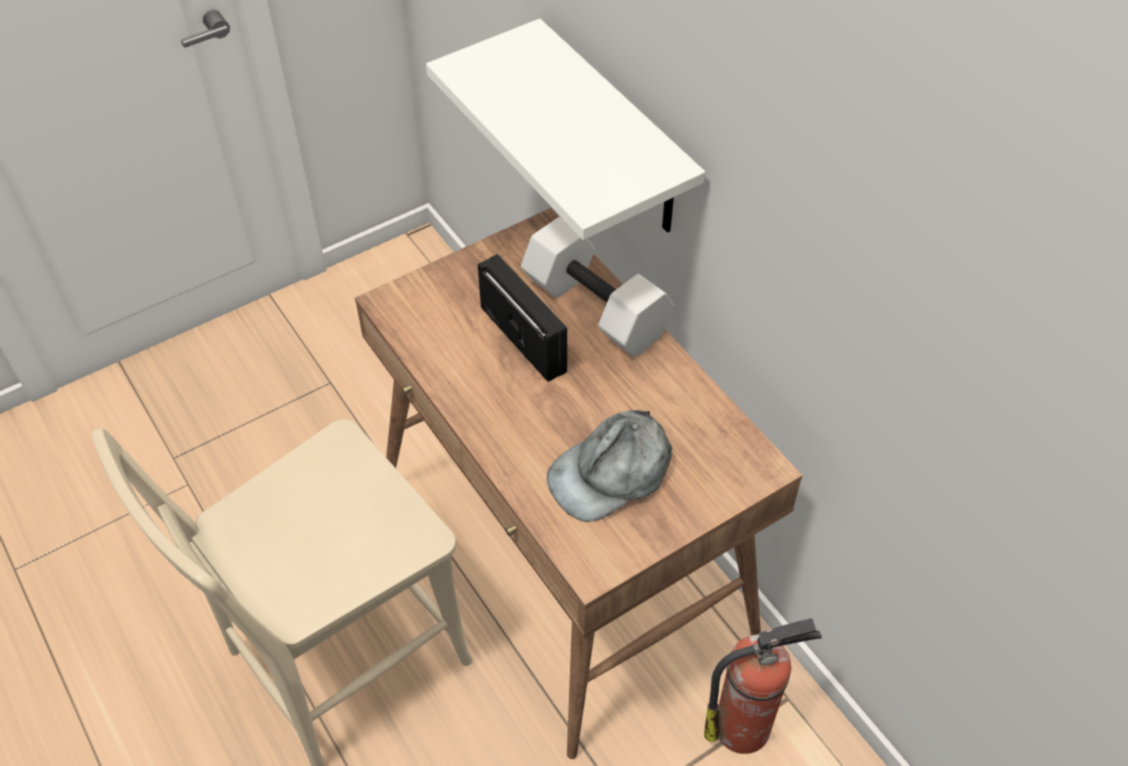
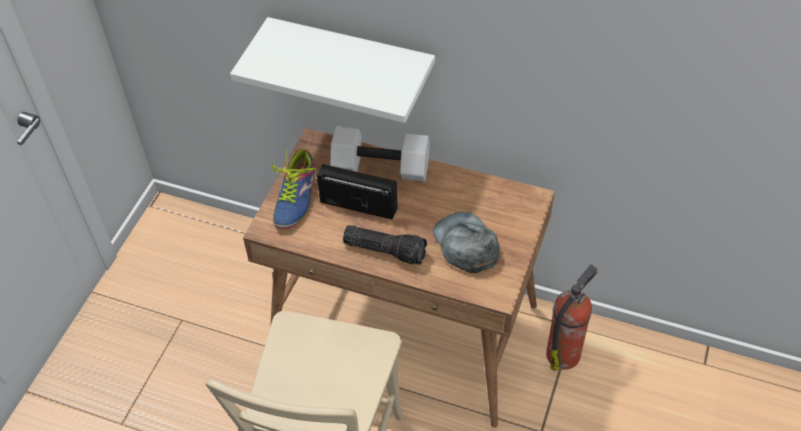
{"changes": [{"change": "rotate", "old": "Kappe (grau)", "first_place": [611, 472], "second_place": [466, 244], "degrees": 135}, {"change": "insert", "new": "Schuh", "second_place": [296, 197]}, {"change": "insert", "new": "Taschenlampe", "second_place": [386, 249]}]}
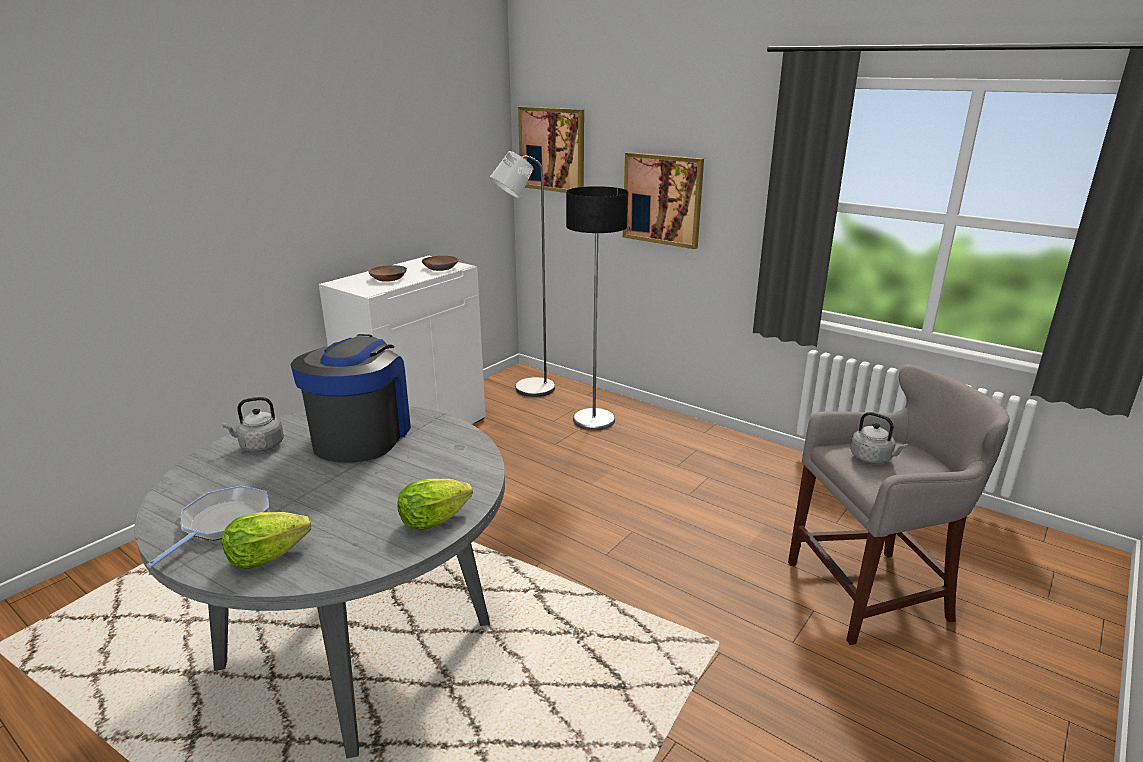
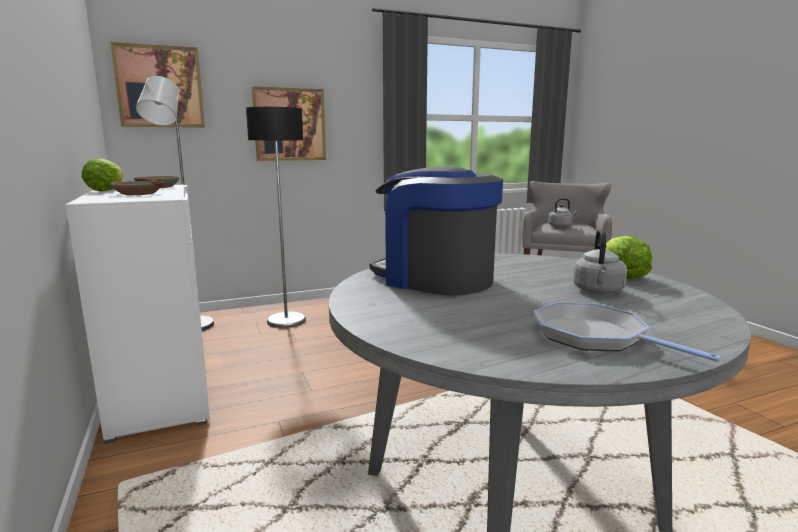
{"changes": [{"change": "move", "old": "Wasserkessel (grau)", "first_place": [259, 446], "second_place": [598, 291]}, {"change": "move", "old": "Salatkopf", "first_place": [266, 557], "second_place": [106, 190]}]}
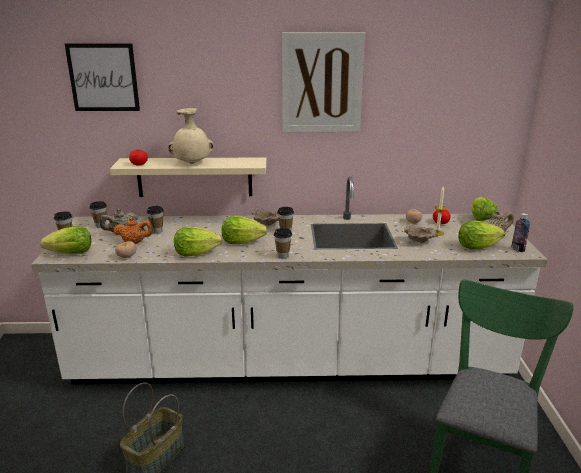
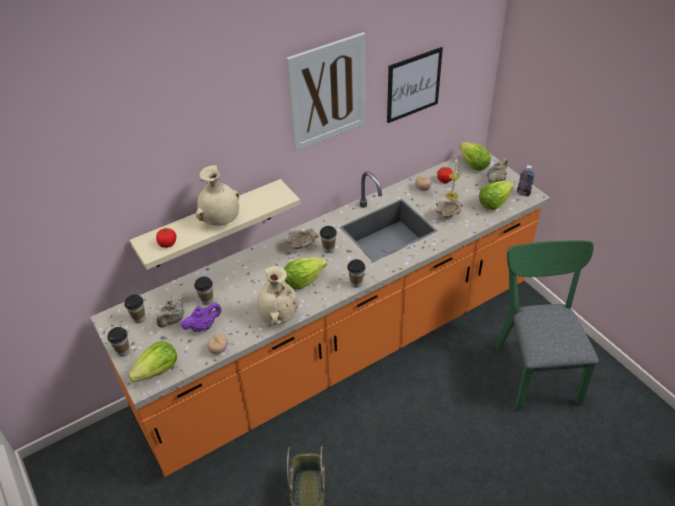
{"changes": [{"change": "move", "old": "Bild", "first_place": [103, 77], "second_place": [413, 85]}, {"change": "recolor", "old": "Küchenzeile (weiß)", "new": "Küchenzeile (orange)", "first_place": [290, 362], "second_place": [340, 349]}, {"change": "recolor", "old": "Teekanne (orange)", "new": "Teekanne (lila)", "first_place": [135, 242], "second_place": [203, 326]}, {"change": "replace", "old": "Salatkopf", "new": "Vase (beige)", "first_place": [195, 253], "second_place": [278, 315]}]}
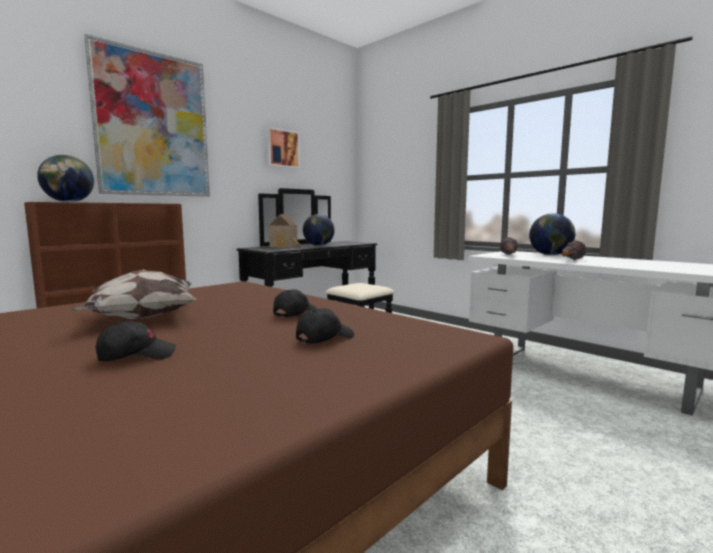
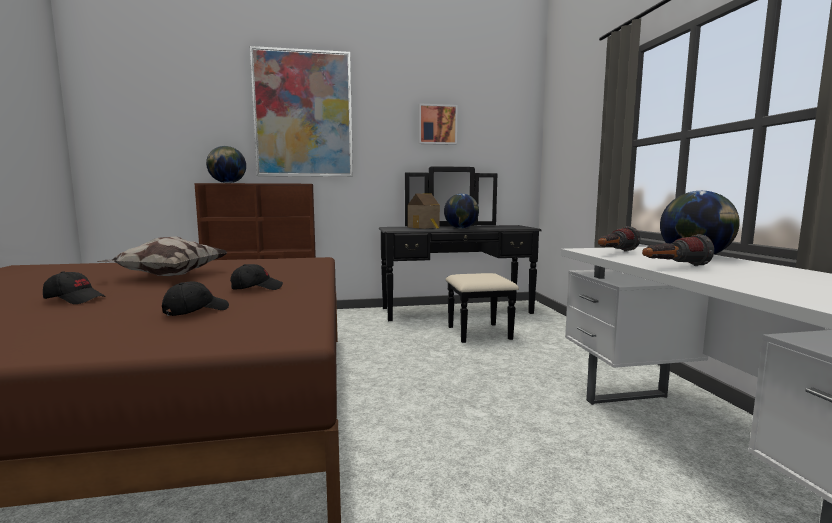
{"changes": [{"change": "rotate", "old": "Kappe (schwarz)", "first_place": [324, 338], "second_place": [196, 311], "degrees": -45}]}
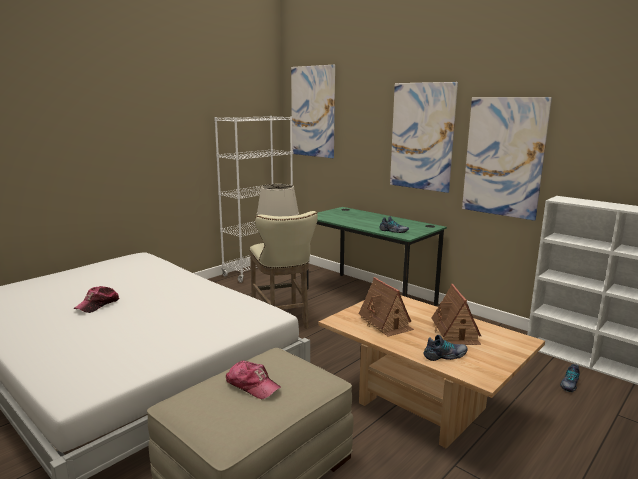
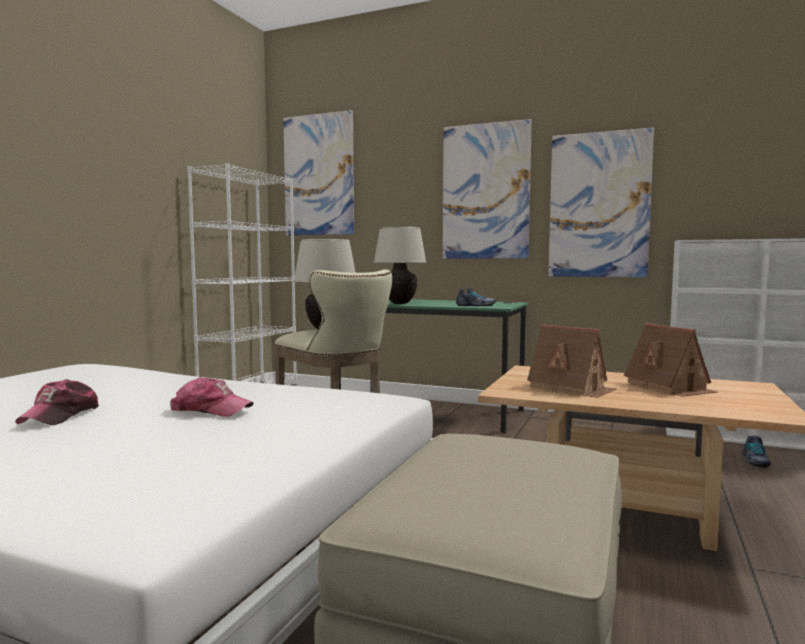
{"changes": [{"change": "delete", "old": "Schuh", "first_place": [445, 356]}, {"change": "move", "old": "Kappe", "first_place": [252, 385], "second_place": [211, 410]}, {"change": "insert", "new": "Tischlampe (beige)", "second_place": [400, 303]}]}
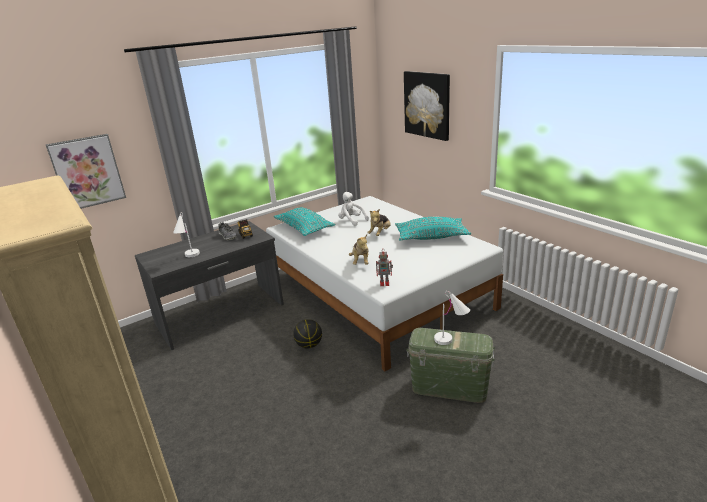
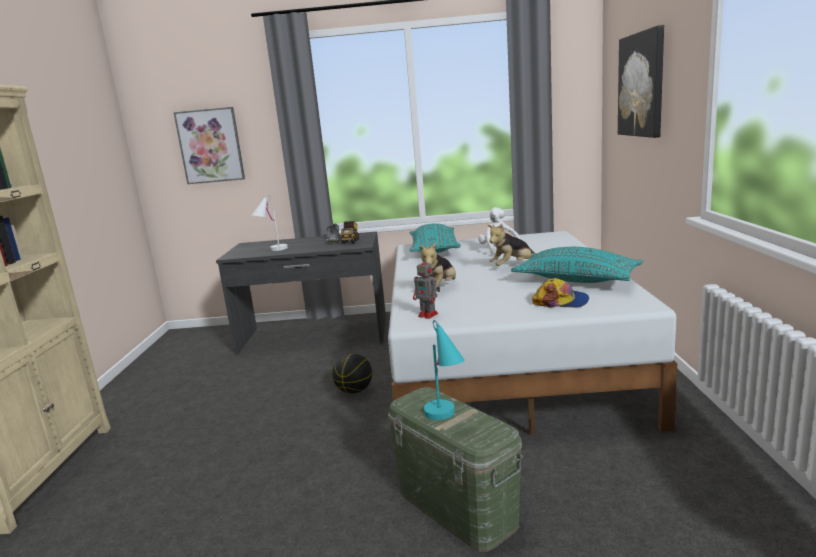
{"changes": [{"change": "recolor", "old": "Tischlampe (weiß)", "new": "Tischlampe (türkis)", "first_place": [451, 341], "second_place": [446, 418]}, {"change": "insert", "new": "Kappe", "second_place": [561, 301]}]}
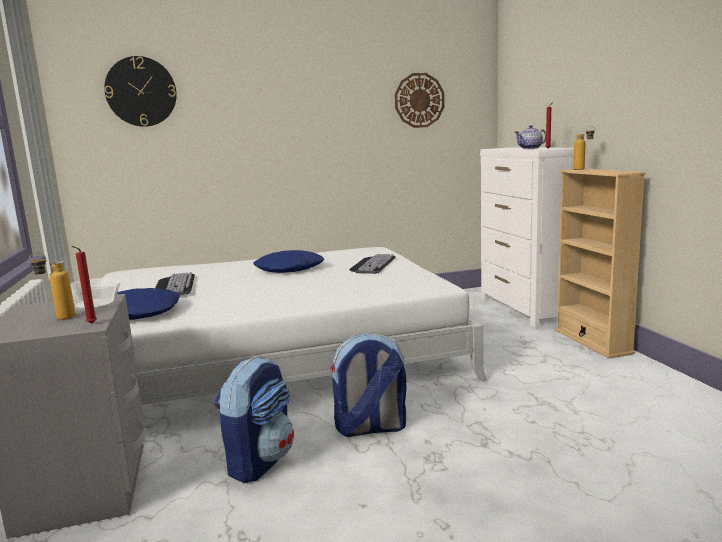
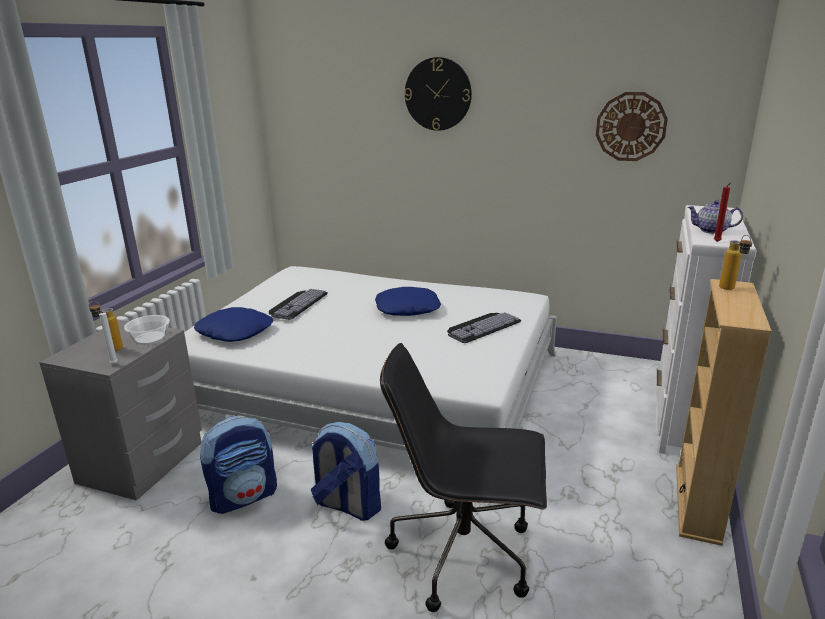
{"changes": [{"change": "move", "old": "Wanduhr", "first_place": [141, 91], "second_place": [438, 94]}, {"change": "recolor", "old": "Kerze (rot)", "new": "Kerze (weiß)", "first_place": [90, 324], "second_place": [113, 364]}, {"change": "insert", "new": "Bürostuhl (schwarz)", "second_place": [465, 554]}]}
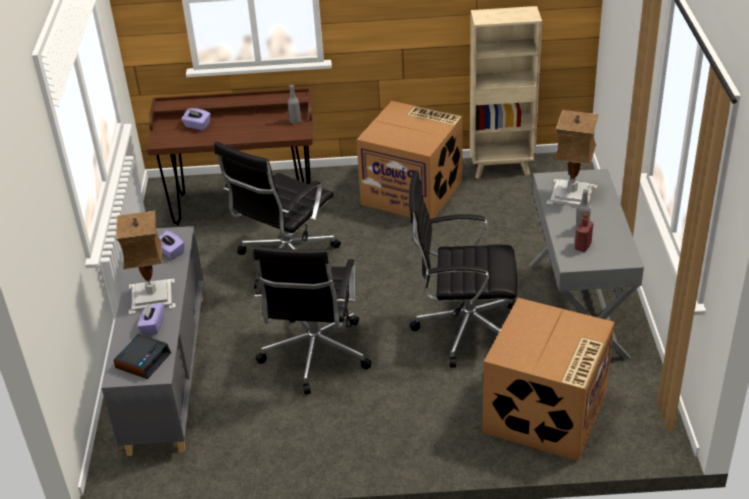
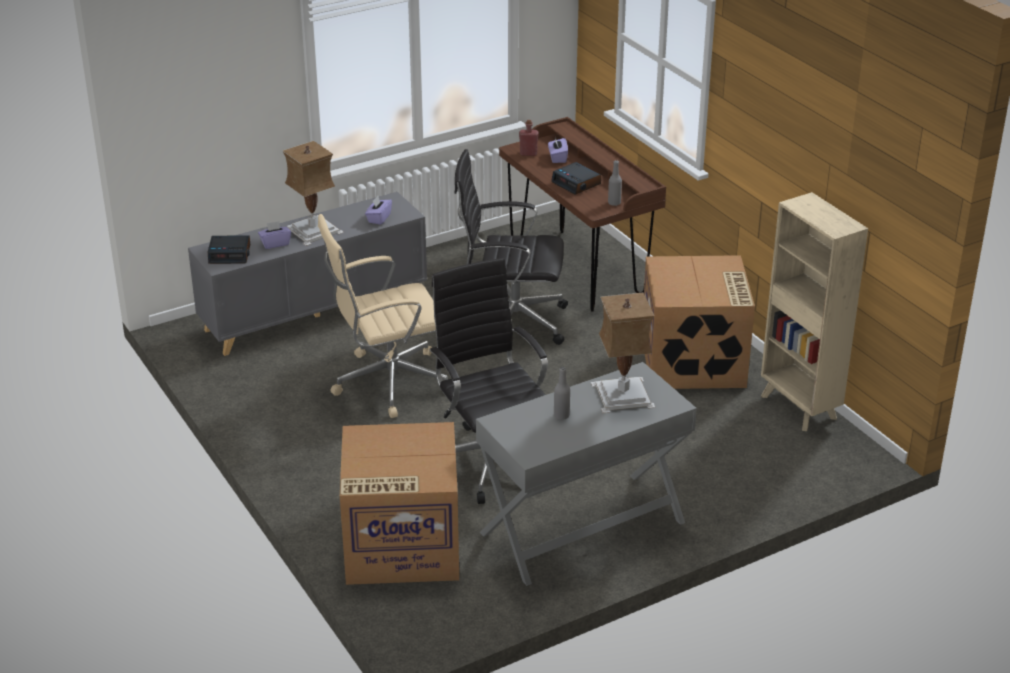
{"changes": [{"change": "move", "old": "Flasche (rot)", "first_place": [582, 246], "second_place": [528, 153]}, {"change": "recolor", "old": "Bürostuhl (schwarz)", "new": "Bürostuhl (beige)", "first_place": [315, 356], "second_place": [388, 382]}, {"change": "insert", "new": "Wecker", "second_place": [576, 183]}]}
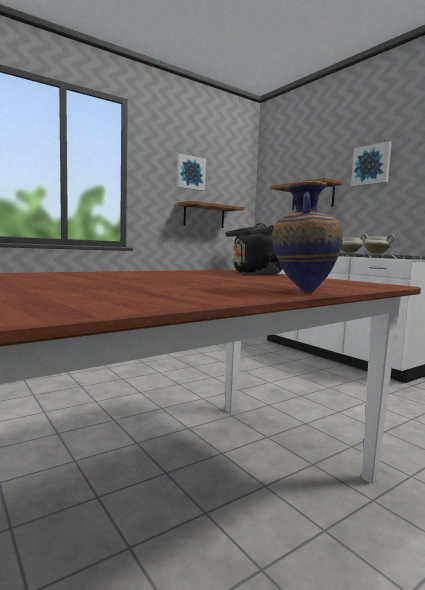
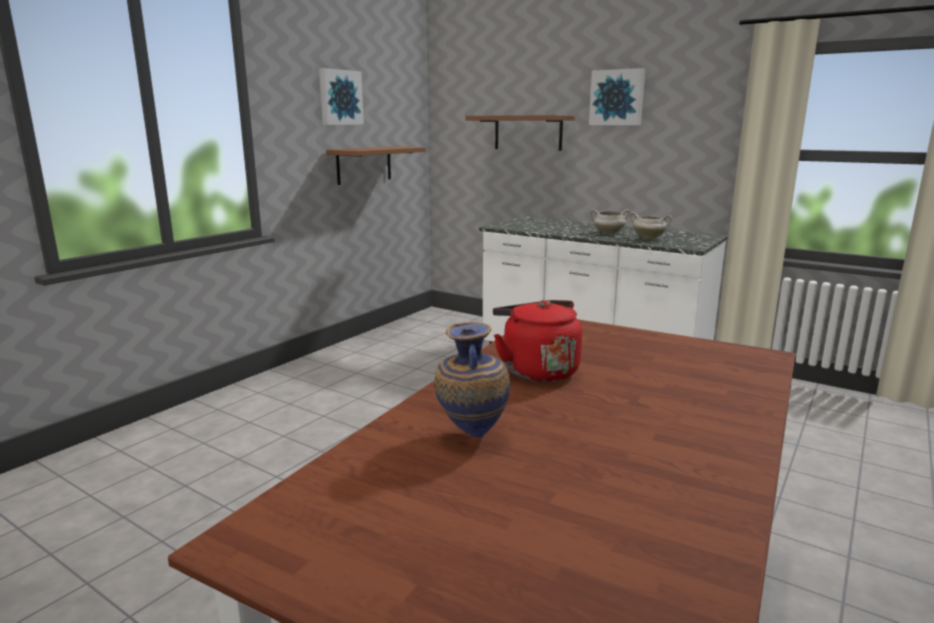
{"changes": [{"change": "move", "old": "Vase", "first_place": [302, 292], "second_place": [471, 436]}, {"change": "delete", "old": "Wasserkessel (schwarz)", "first_place": [255, 273]}, {"change": "insert", "new": "Wasserkessel (rot)", "second_place": [537, 370]}]}
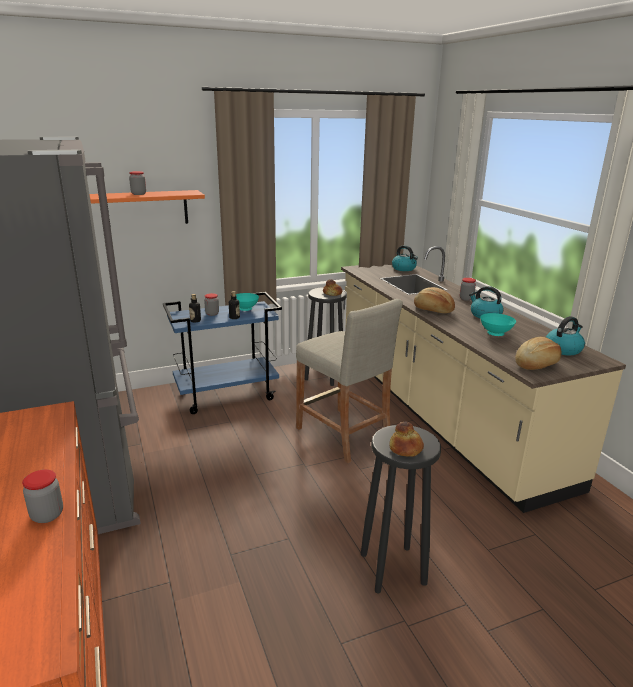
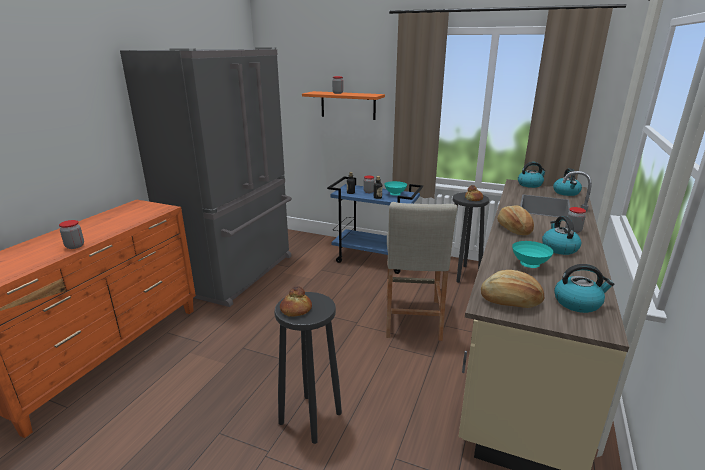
{"changes": [{"change": "insert", "new": "Wasserkessel", "second_place": [530, 184]}]}
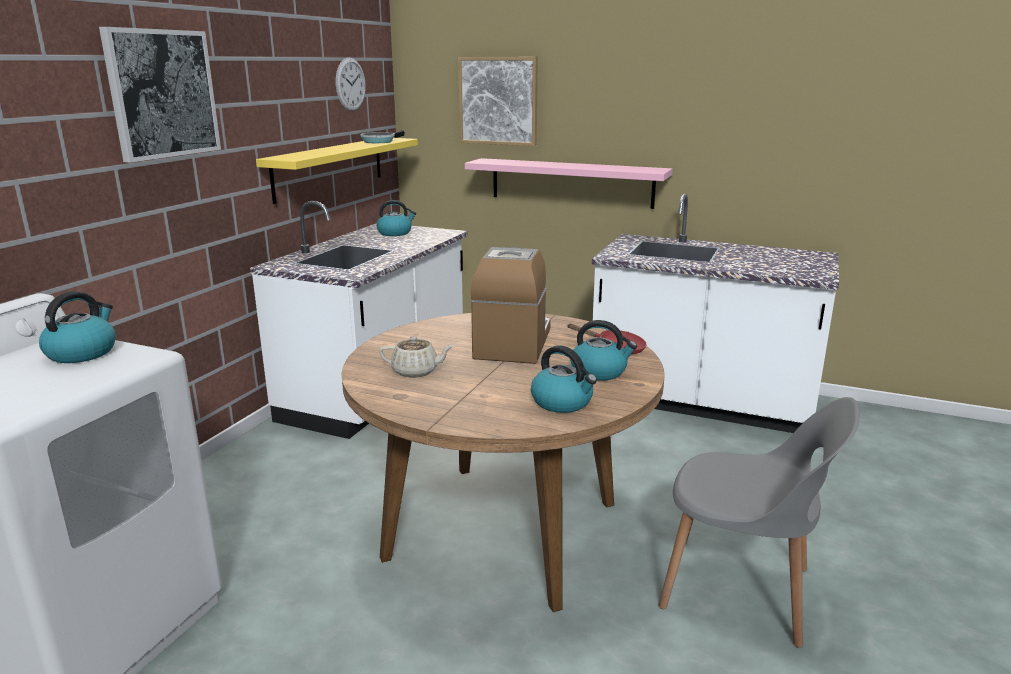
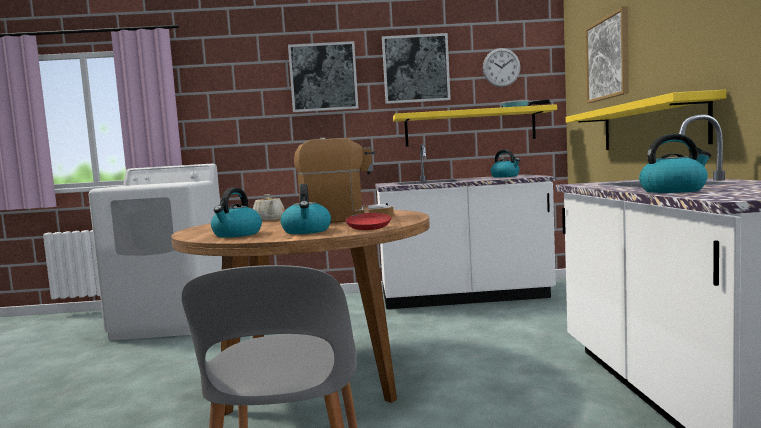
{"changes": [{"change": "recolor", "old": "Wandregal (rosa)", "new": "Wandregal (gelb)", "first_place": [571, 183], "second_place": [650, 126]}, {"change": "move", "old": "Wasserkessel", "first_place": [82, 352], "second_place": [673, 190]}, {"change": "insert", "new": "Bild", "second_place": [416, 69]}]}
